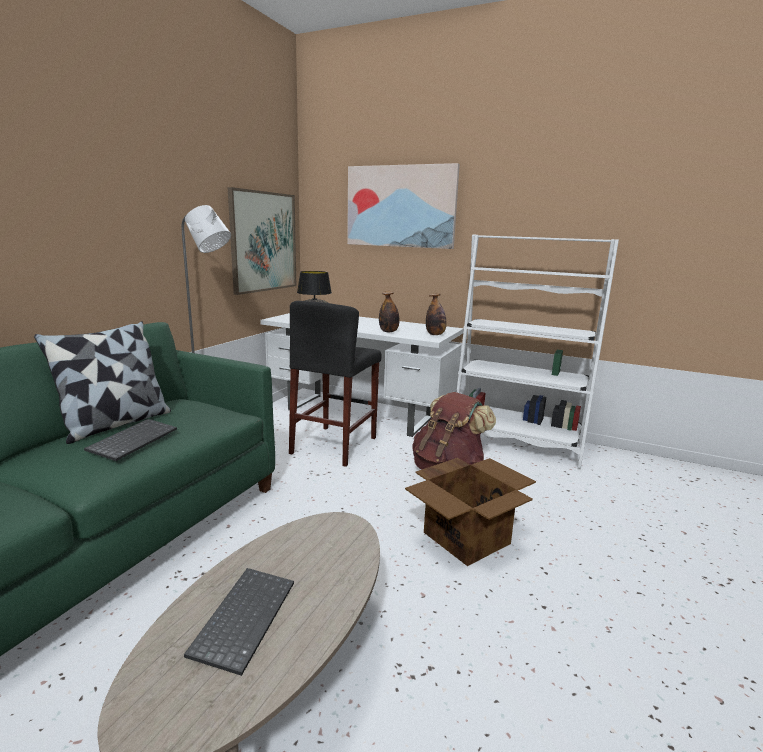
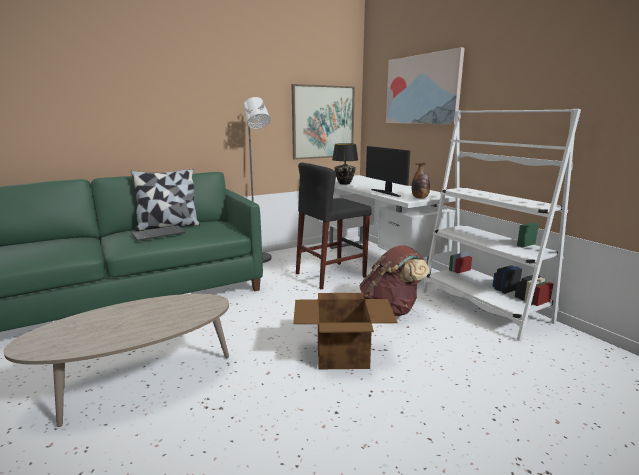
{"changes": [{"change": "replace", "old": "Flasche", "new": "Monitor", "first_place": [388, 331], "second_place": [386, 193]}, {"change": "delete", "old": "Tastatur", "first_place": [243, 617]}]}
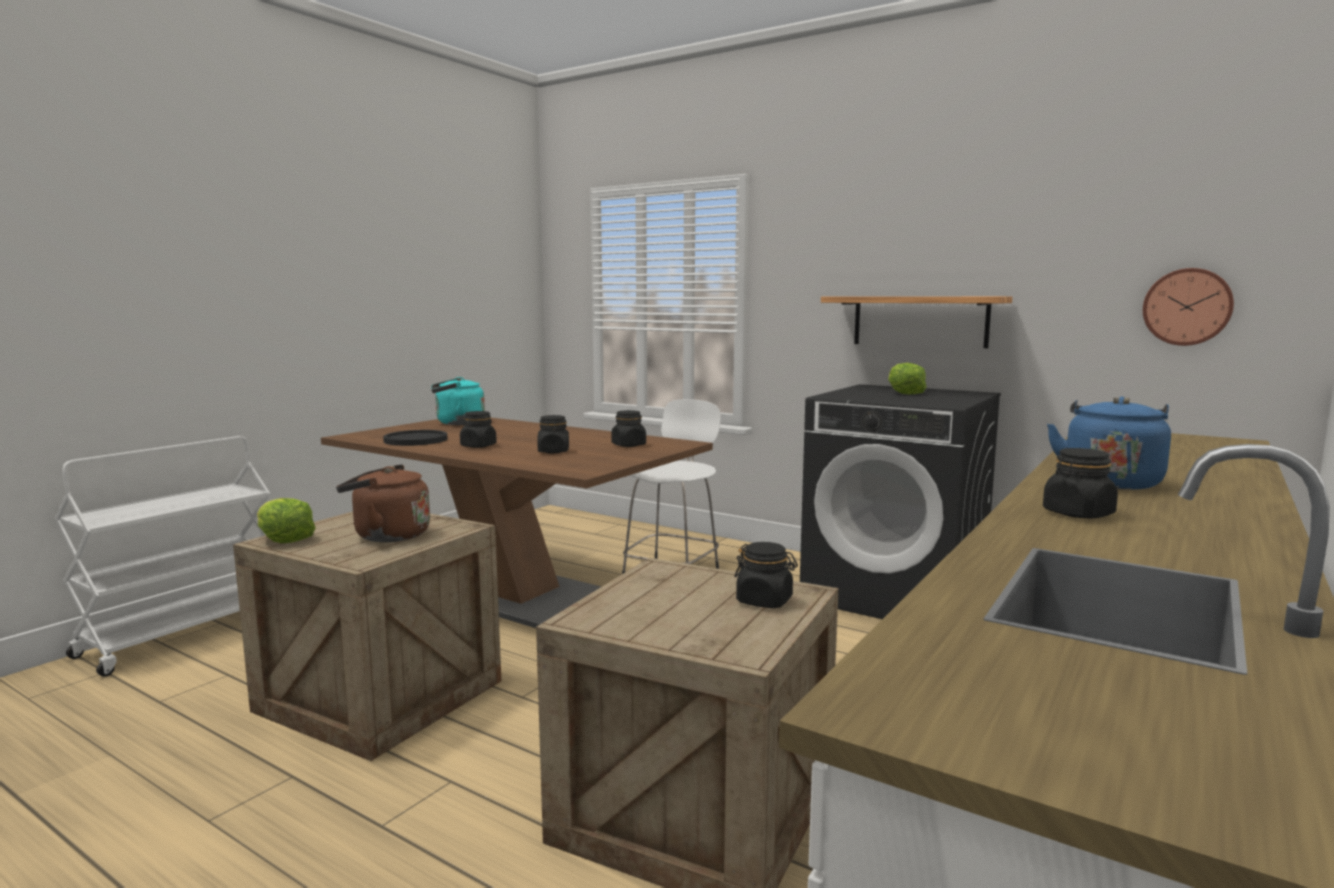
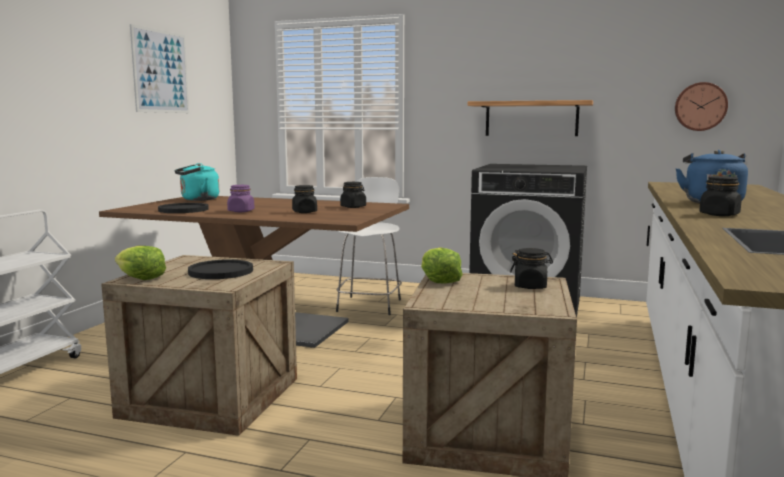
{"changes": [{"change": "move", "old": "Salatkopf", "first_place": [904, 393], "second_place": [439, 280]}, {"change": "recolor", "old": "Vorratsglas (schwarz)", "new": "Vorratsglas (lila)", "first_place": [478, 446], "second_place": [241, 211]}, {"change": "replace", "old": "Wasserkessel (braun)", "new": "Teller (schwarz)", "first_place": [387, 536], "second_place": [221, 271]}, {"change": "insert", "new": "Bild", "second_place": [160, 71]}]}
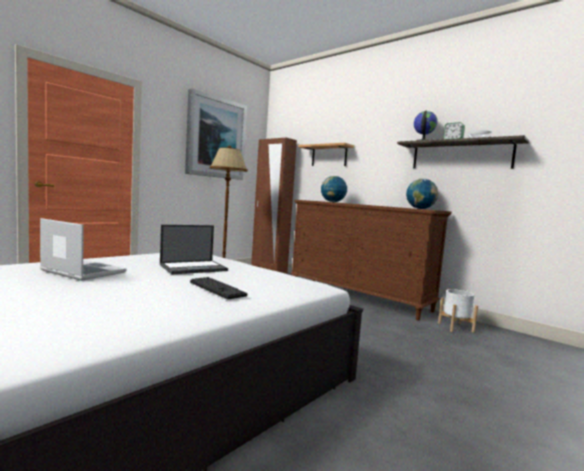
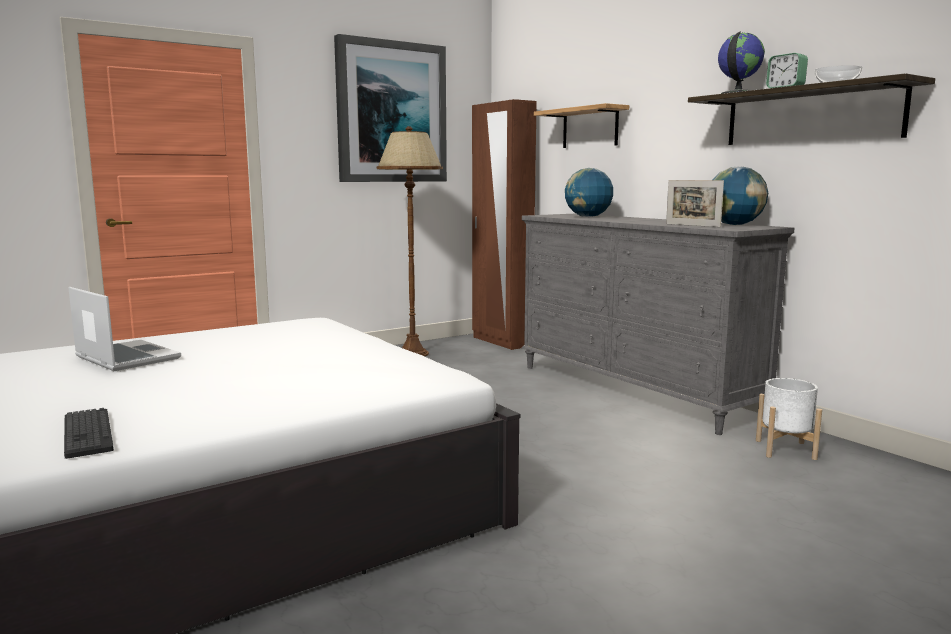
{"changes": [{"change": "recolor", "old": "Kommode (braun)", "new": "Kommode (grau)", "first_place": [357, 297], "second_place": [633, 391]}, {"change": "delete", "old": "Laptop", "first_place": [194, 267]}, {"change": "move", "old": "Tastatur", "first_place": [217, 288], "second_place": [88, 433]}, {"change": "insert", "new": "Bilderrahmen", "second_place": [692, 225]}]}
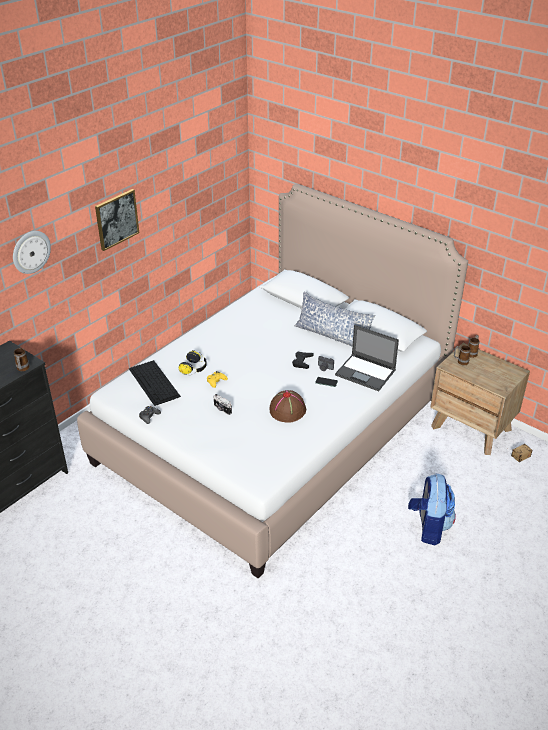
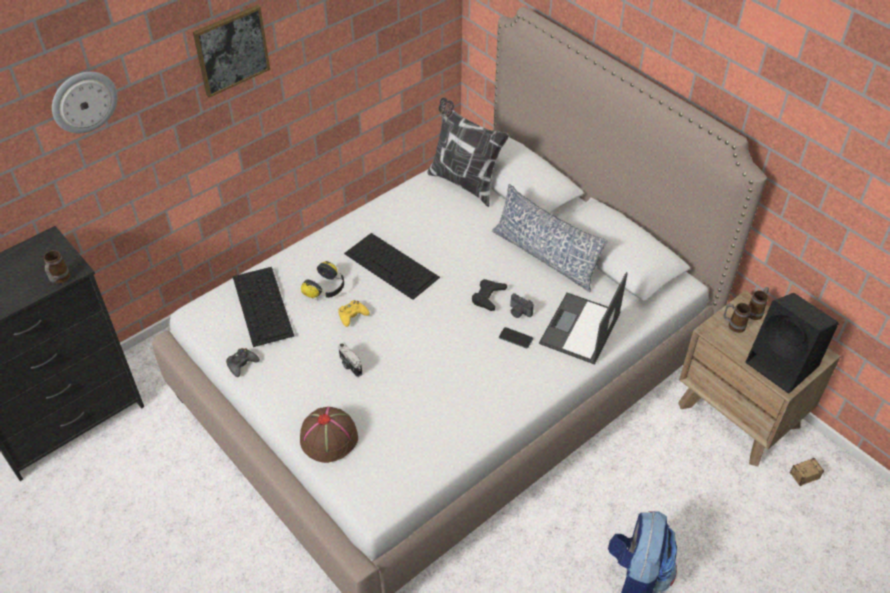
{"changes": [{"change": "rotate", "old": "Laptop", "first_place": [366, 373], "second_place": [580, 329], "degrees": 75}, {"change": "move", "old": "Hut (braun)", "first_place": [287, 410], "second_place": [329, 437]}, {"change": "insert", "new": "Kissen", "second_place": [464, 182]}, {"change": "insert", "new": "Tastatur", "second_place": [392, 265]}, {"change": "insert", "new": "Lautsprecher (schwarz)", "second_place": [784, 365]}]}
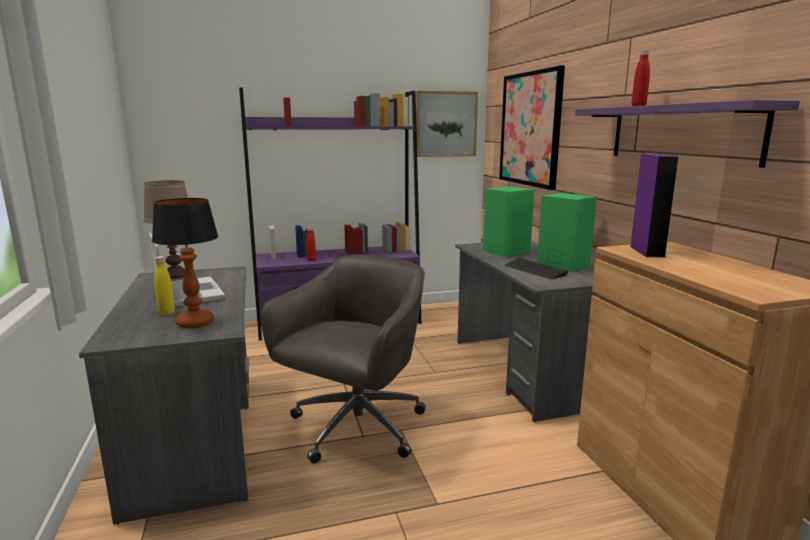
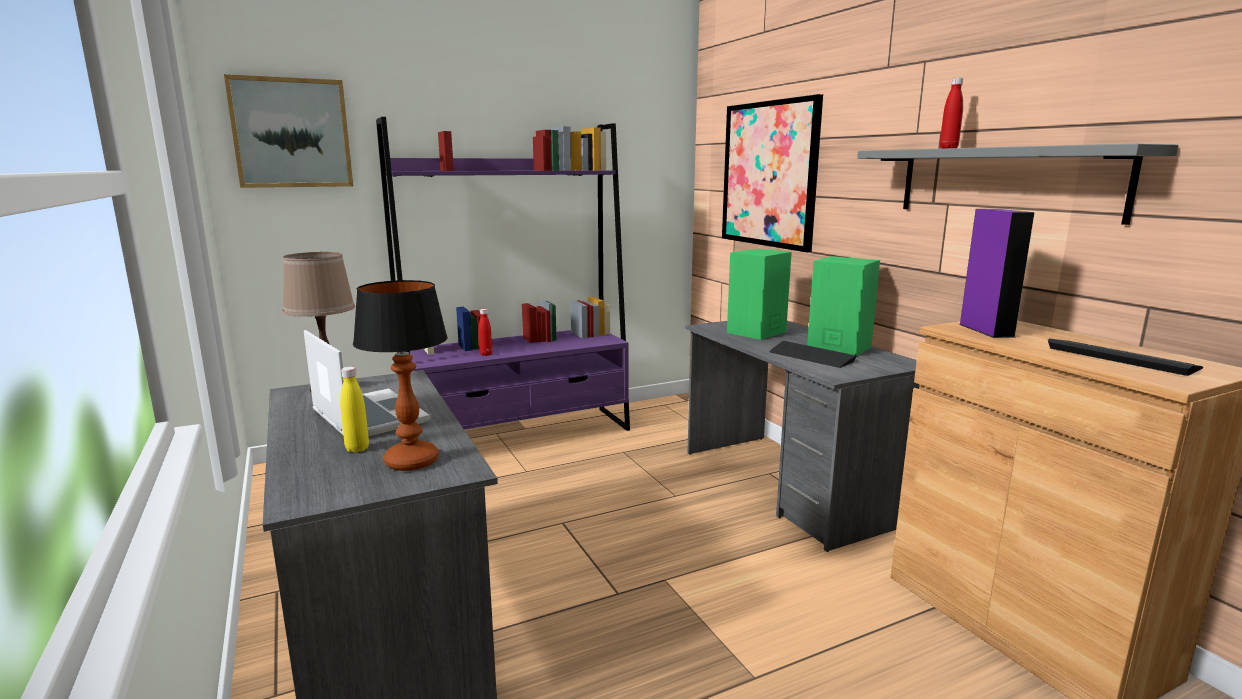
{"changes": [{"change": "move", "old": "Bild", "first_place": [446, 124], "second_place": [291, 133]}, {"change": "recolor", "old": "Wandregal (lila)", "new": "Wandregal (grau)", "first_place": [680, 133], "second_place": [1004, 182]}, {"change": "delete", "old": "Bürostuhl (grau)", "first_place": [355, 428]}, {"change": "insert", "new": "Tastatur", "second_place": [1121, 358]}]}
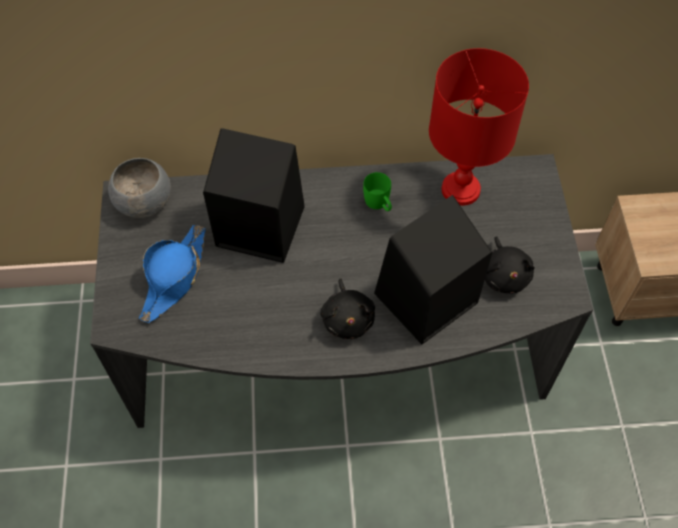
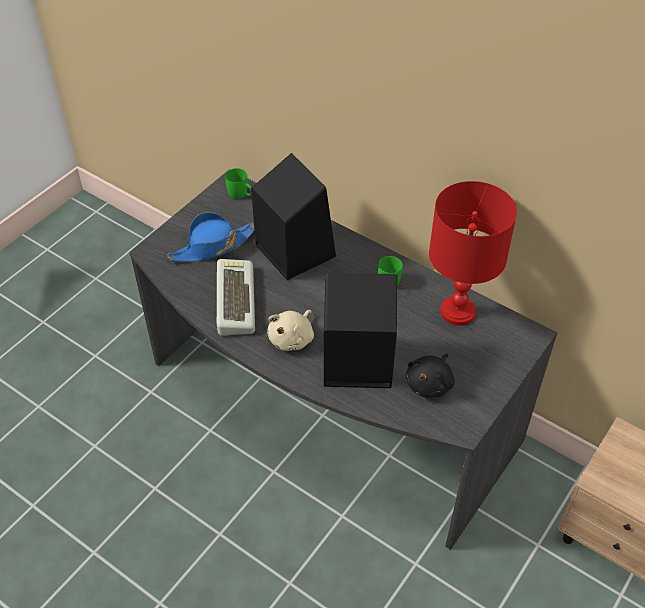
{"changes": [{"change": "replace", "old": "Schüssel (grau)", "new": "Henkelbecher (grün)", "first_place": [145, 201], "second_place": [241, 194]}, {"change": "recolor", "old": "Plüschtier (schwarz)", "new": "Plüschtier (beige)", "first_place": [348, 318], "second_place": [292, 338]}, {"change": "insert", "new": "Tastatur", "second_place": [233, 300]}]}
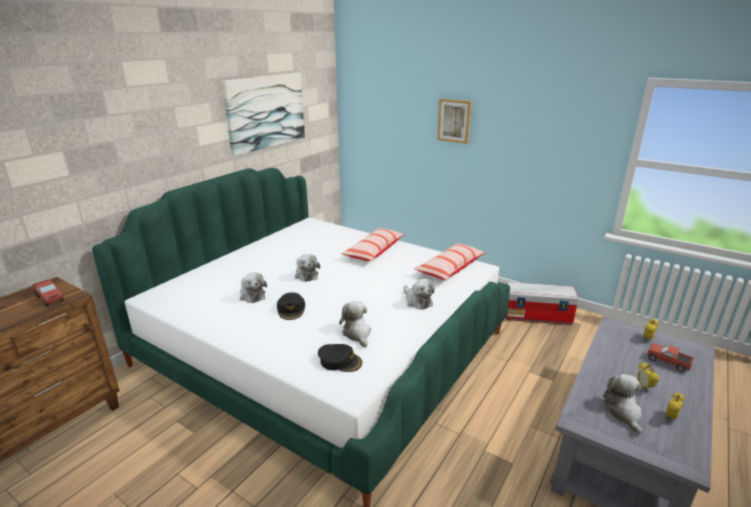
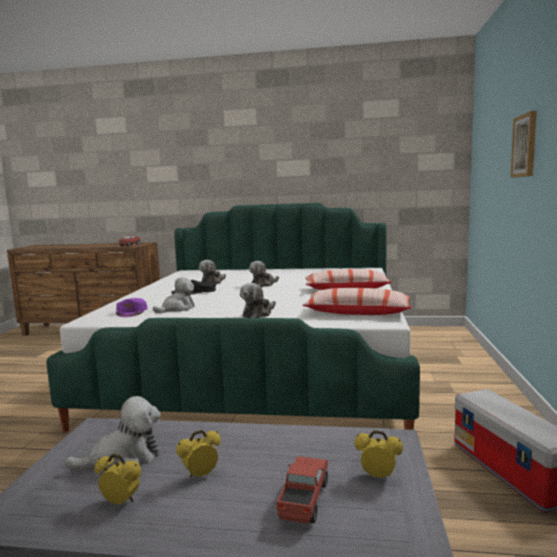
{"changes": [{"change": "delete", "old": "Bild", "first_place": [266, 112]}, {"change": "recolor", "old": "Kappe (schwarz)", "new": "Kappe (lila)", "first_place": [340, 361], "second_place": [132, 312]}]}
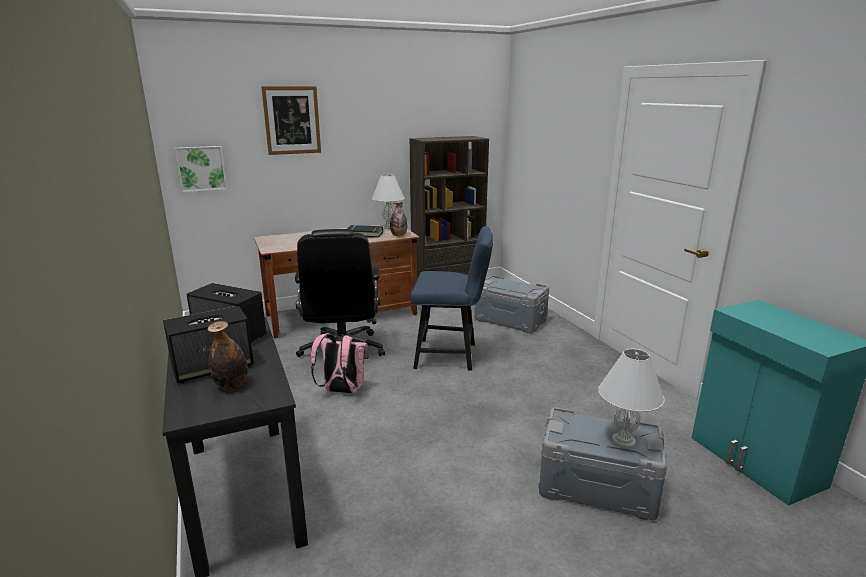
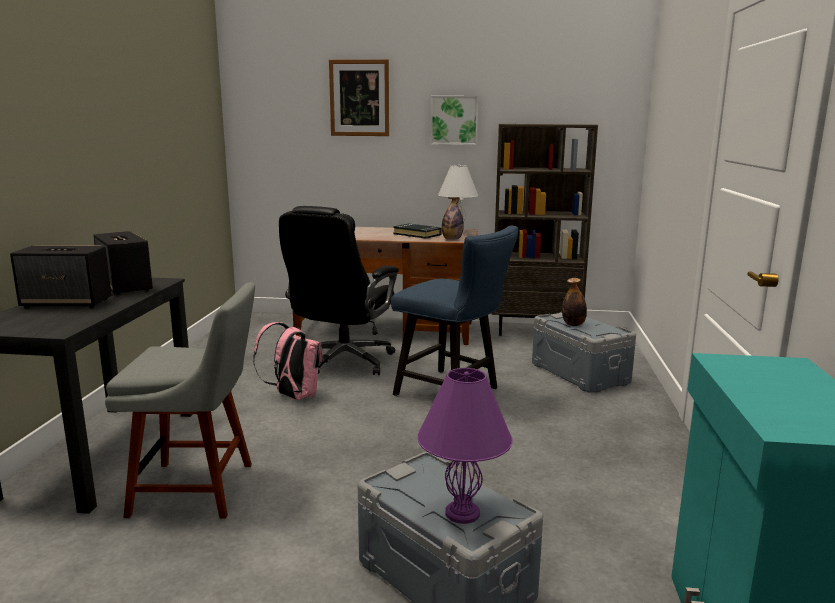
{"changes": [{"change": "move", "old": "Bild", "first_place": [201, 168], "second_place": [454, 120]}, {"change": "move", "old": "Flasche", "first_place": [231, 385], "second_place": [573, 324]}, {"change": "recolor", "old": "Tischlampe (weiß)", "new": "Tischlampe (lila)", "first_place": [623, 441], "second_place": [462, 512]}, {"change": "insert", "new": "Stuhl (grau)", "second_place": [199, 489]}]}
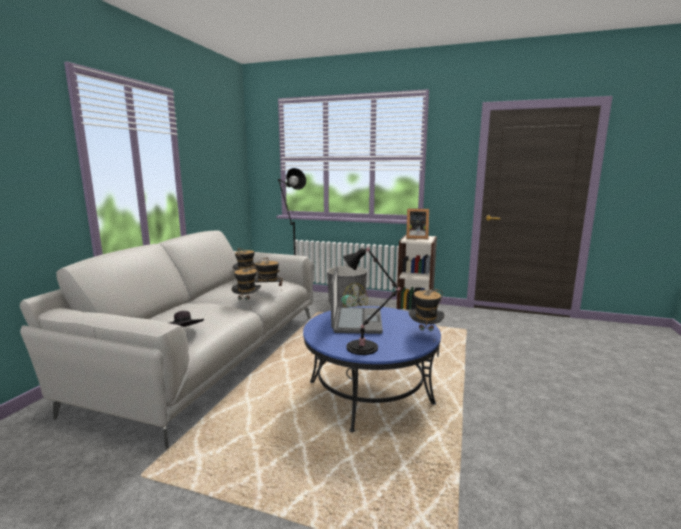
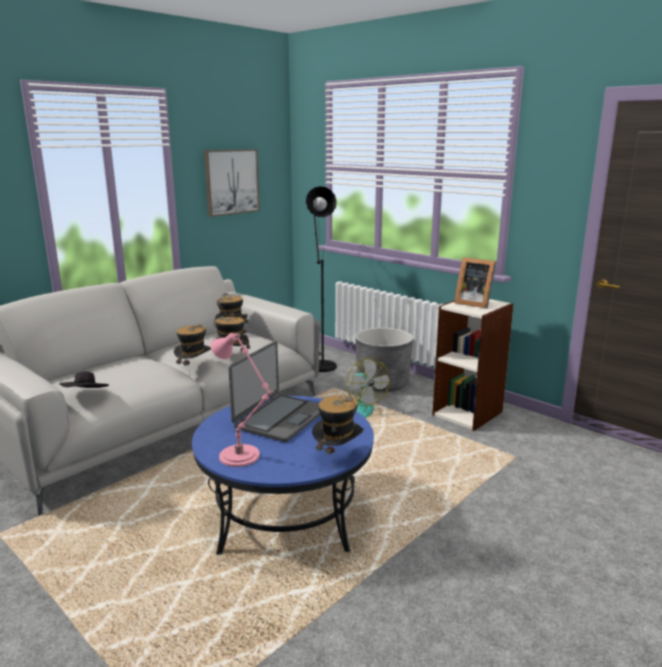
{"changes": [{"change": "recolor", "old": "Tischlampe (schwarz)", "new": "Tischlampe (rosa)", "first_place": [365, 348], "second_place": [242, 457]}, {"change": "insert", "new": "Bild", "second_place": [231, 182]}]}
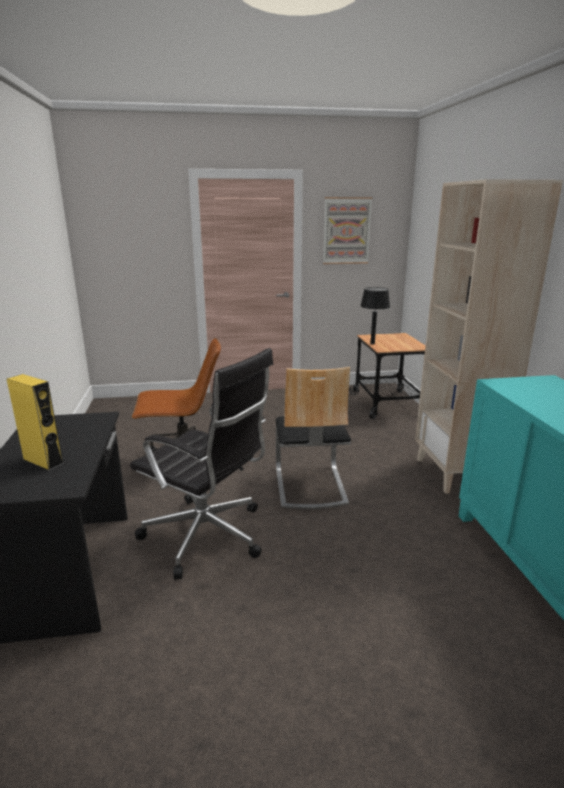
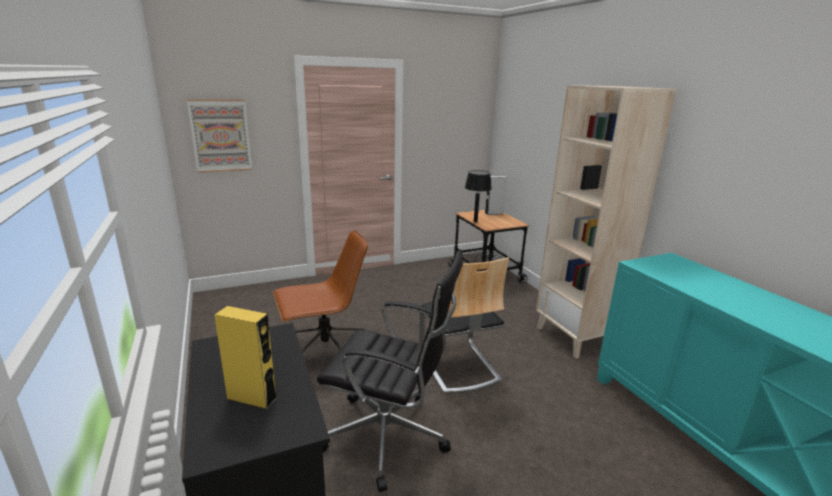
{"changes": [{"change": "move", "old": "Bild", "first_place": [346, 231], "second_place": [220, 135]}, {"change": "insert", "new": "Lautsprecher (grau)", "second_place": [494, 213]}]}
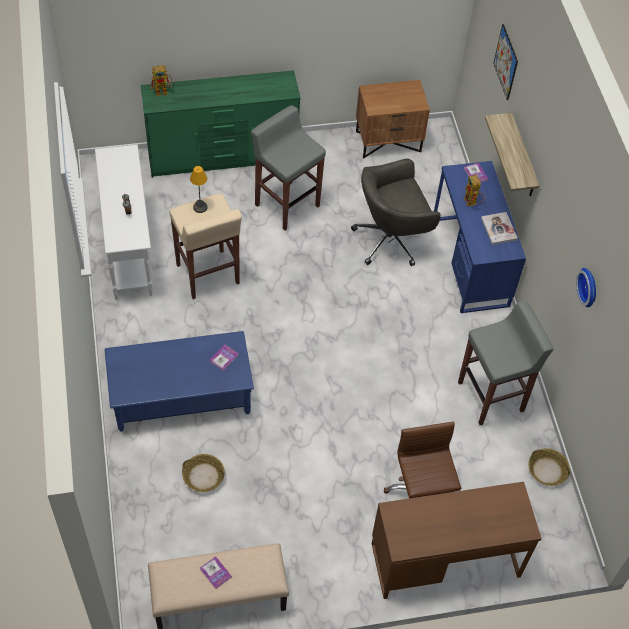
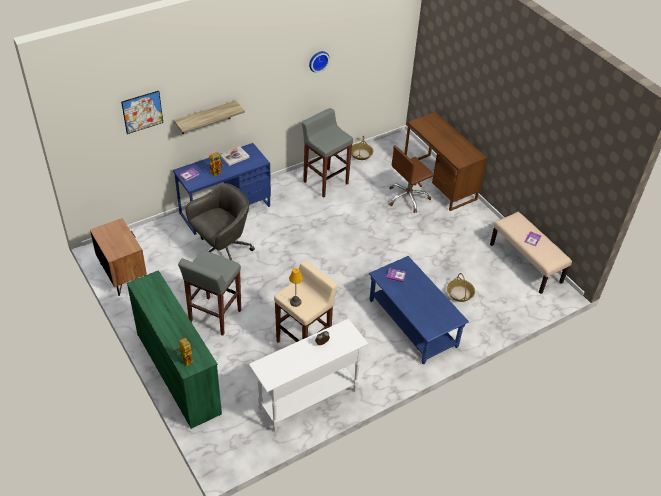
{"changes": [{"change": "rotate", "old": "Bürostuhl (grau)", "first_place": [391, 239], "second_place": [222, 251], "degrees": -90}]}
